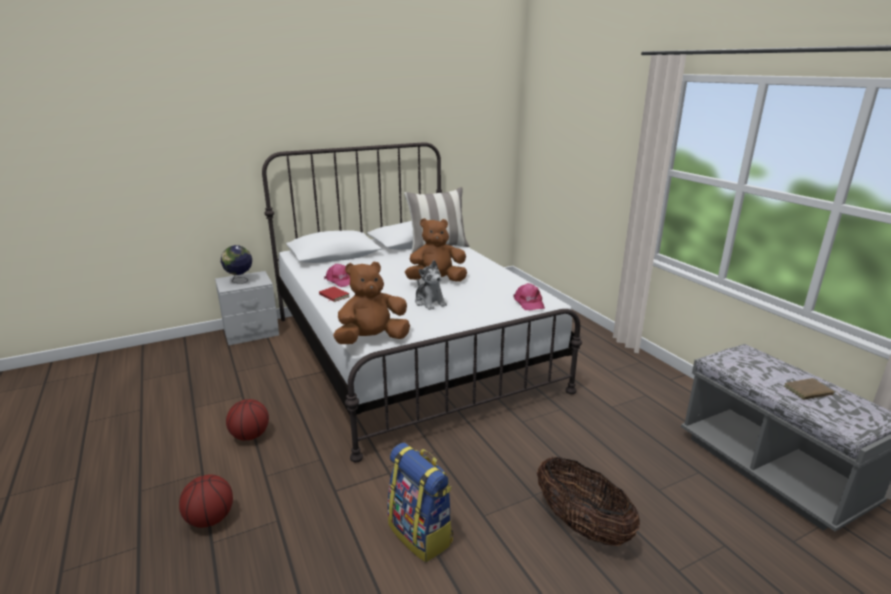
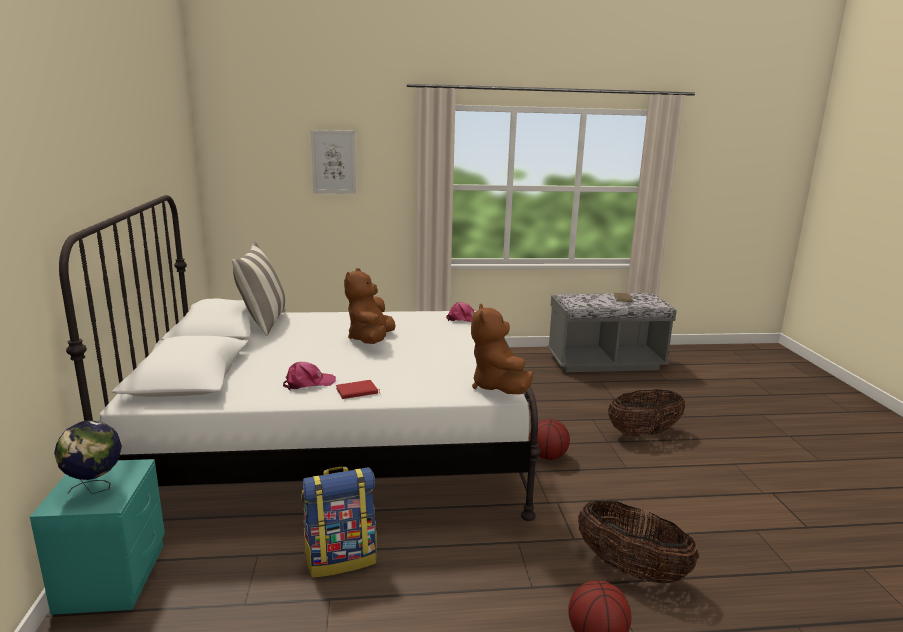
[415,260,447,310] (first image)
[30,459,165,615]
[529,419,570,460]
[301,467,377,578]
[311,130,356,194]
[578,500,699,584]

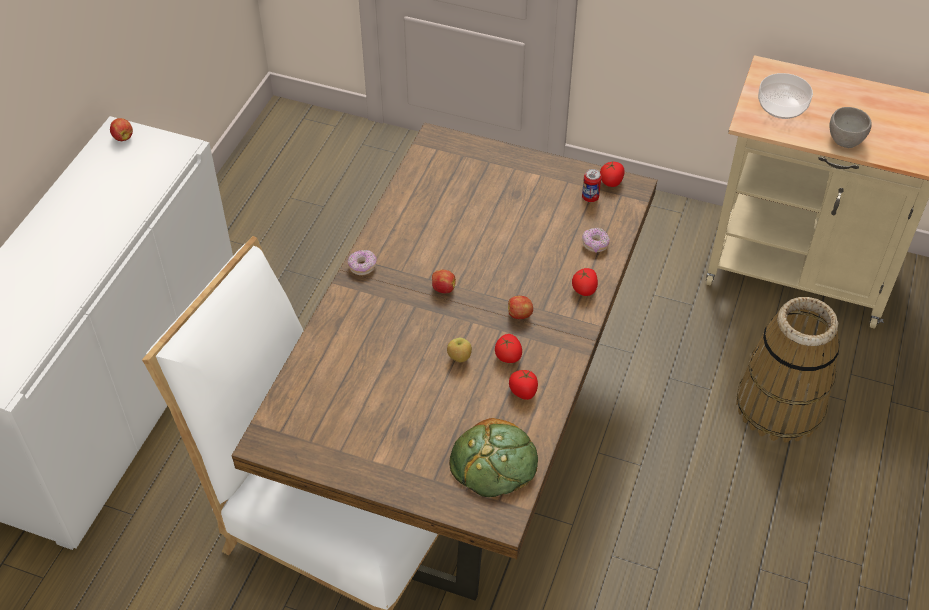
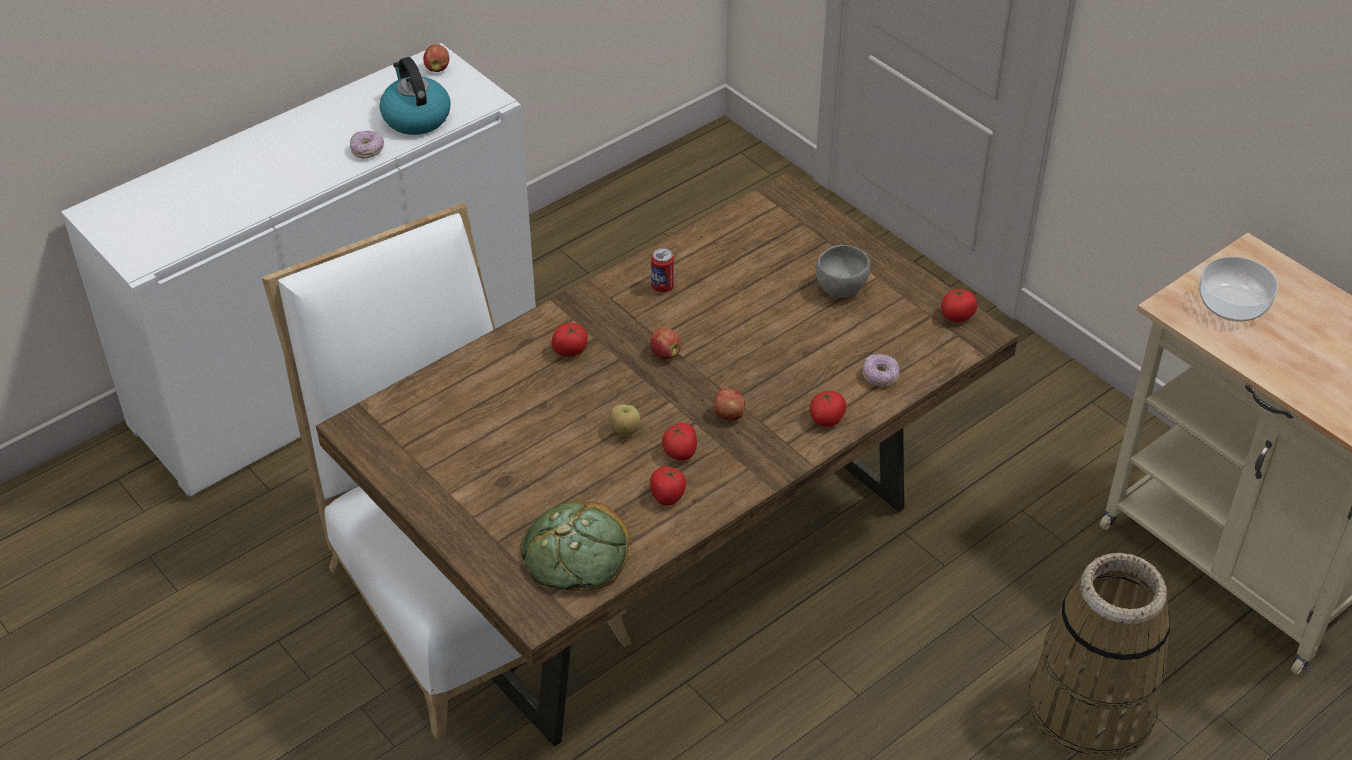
[816,245,871,298]
[651,248,674,293]
[350,131,384,159]
[380,57,451,135]
[552,323,588,357]

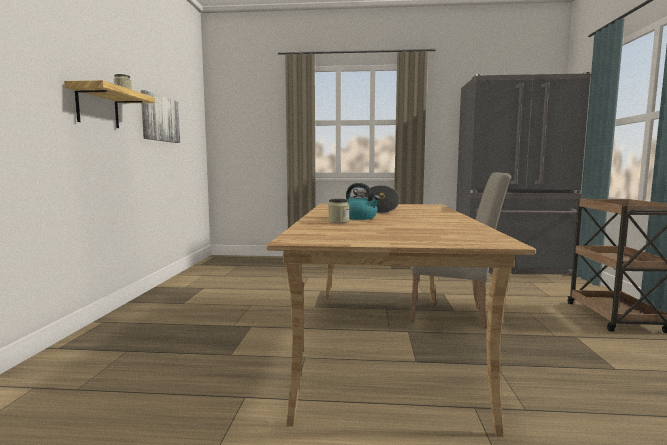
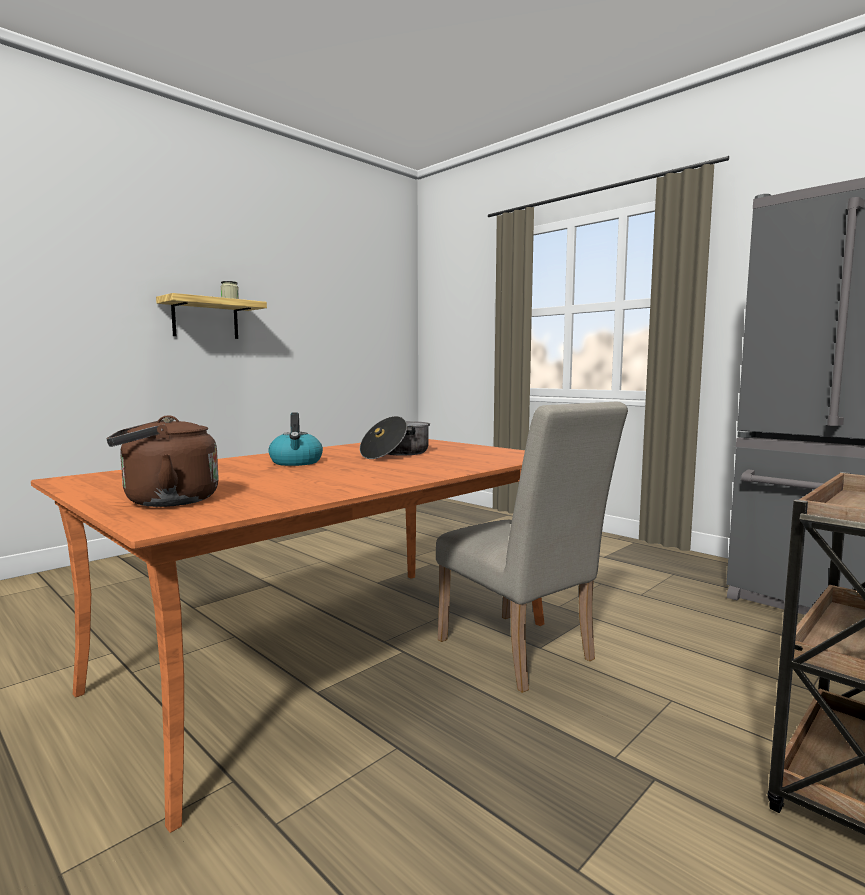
[141,90,180,143] (first image)
[328,199,349,223] (first image)
[31,439,544,833]
[107,415,219,507]

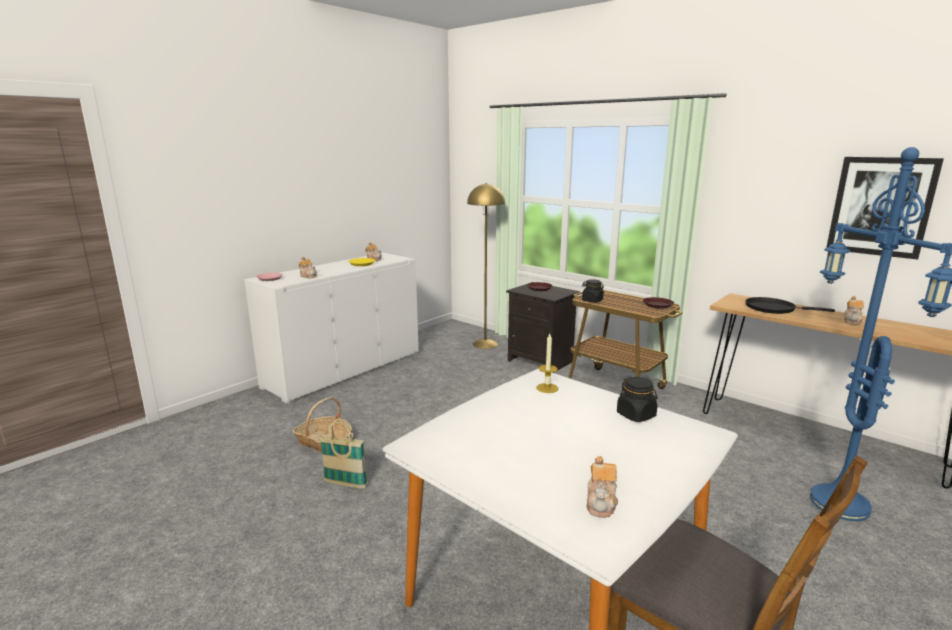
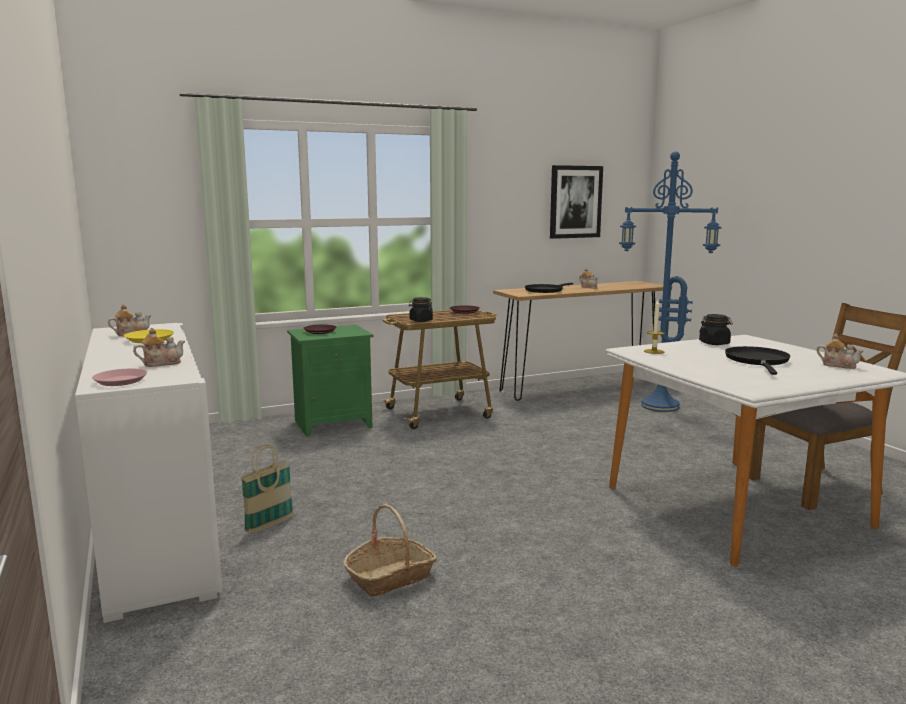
[467,183,505,349] (first image)
[287,325,373,437]
[240,444,294,534]
[725,346,791,375]

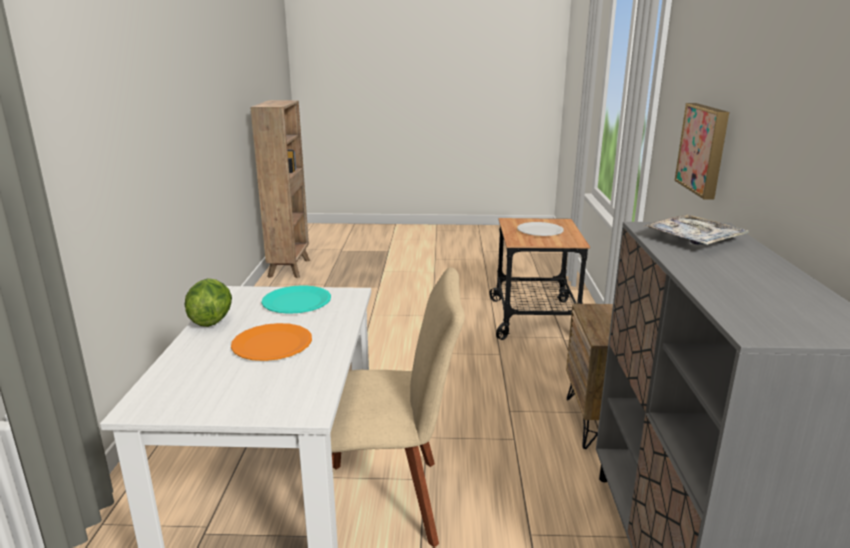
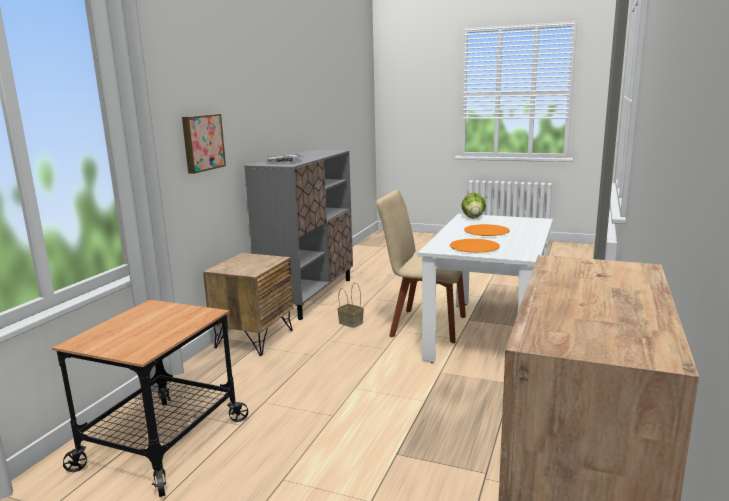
[517,222,564,236] (first image)
[462,193,486,219]
[450,239,500,253]
[337,283,364,328]

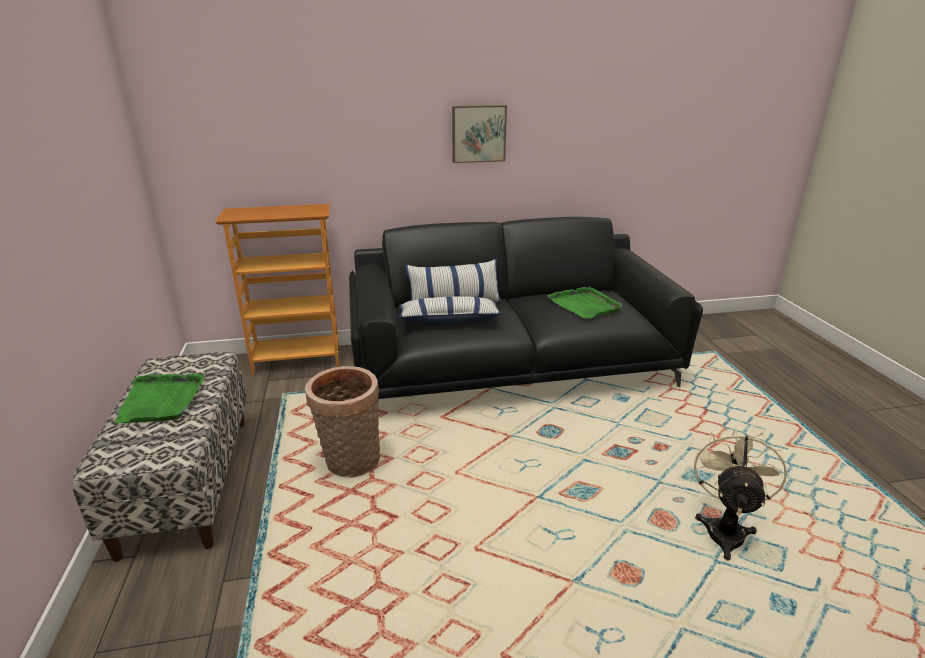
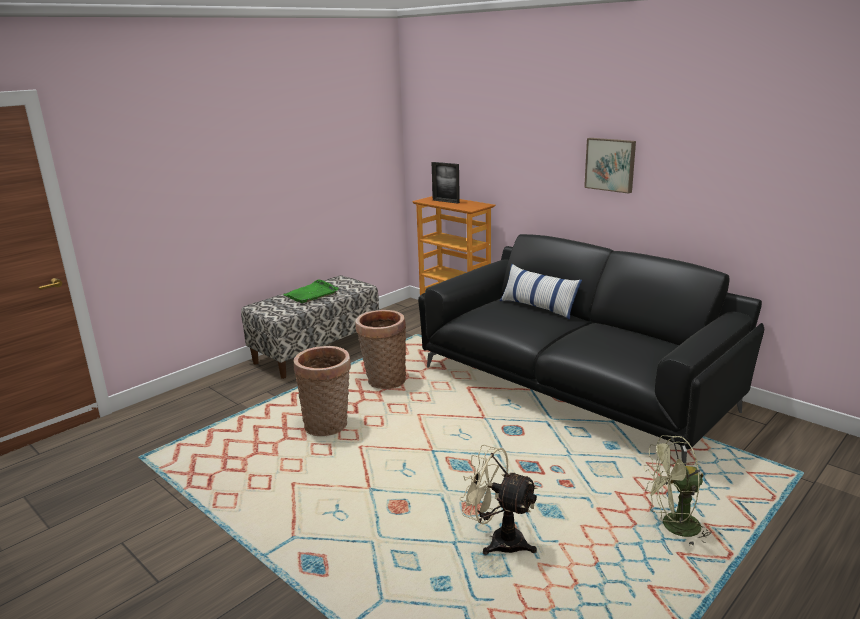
[547,286,622,319] (first image)
[398,296,503,324] (first image)
[459,445,538,555]
[432,162,460,204]
[294,346,351,436]
[644,435,712,546]

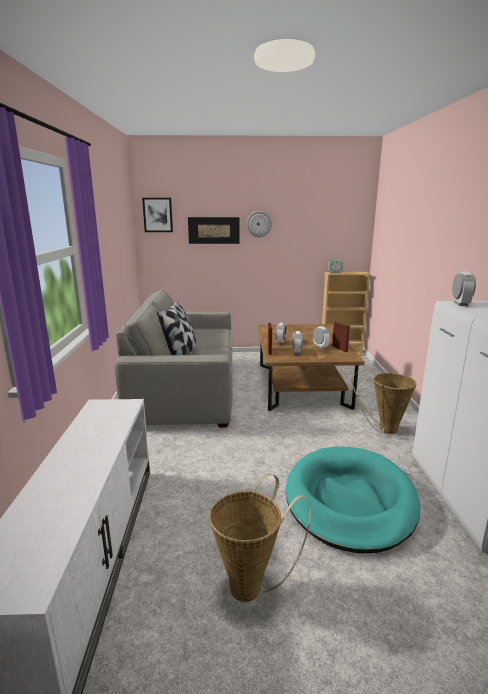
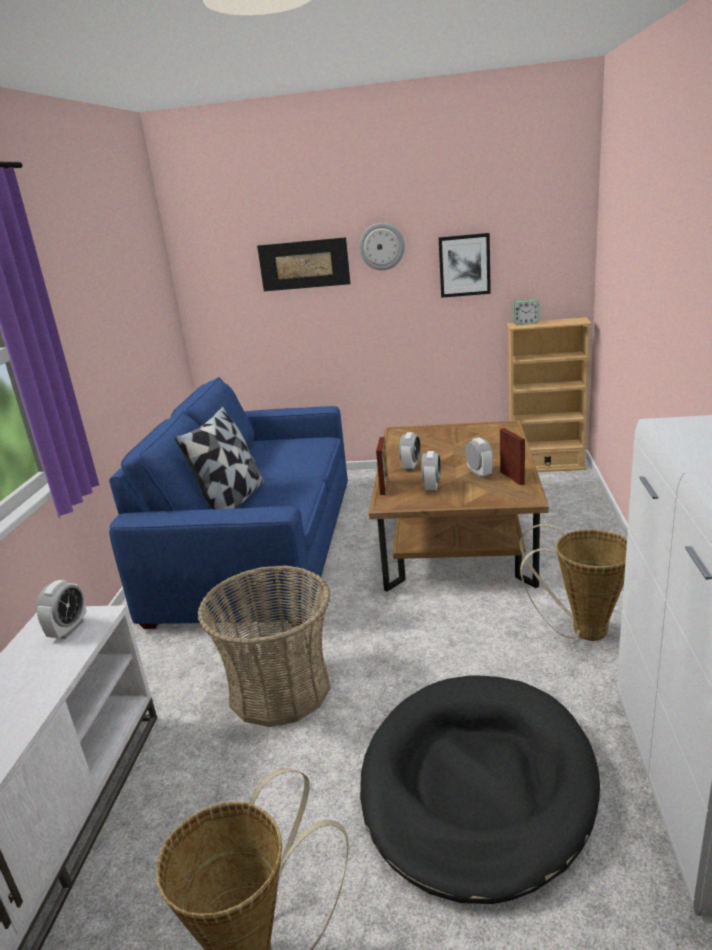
[438,233,491,298]
[36,580,87,639]
[109,377,348,629]
[360,675,600,904]
[198,565,331,727]

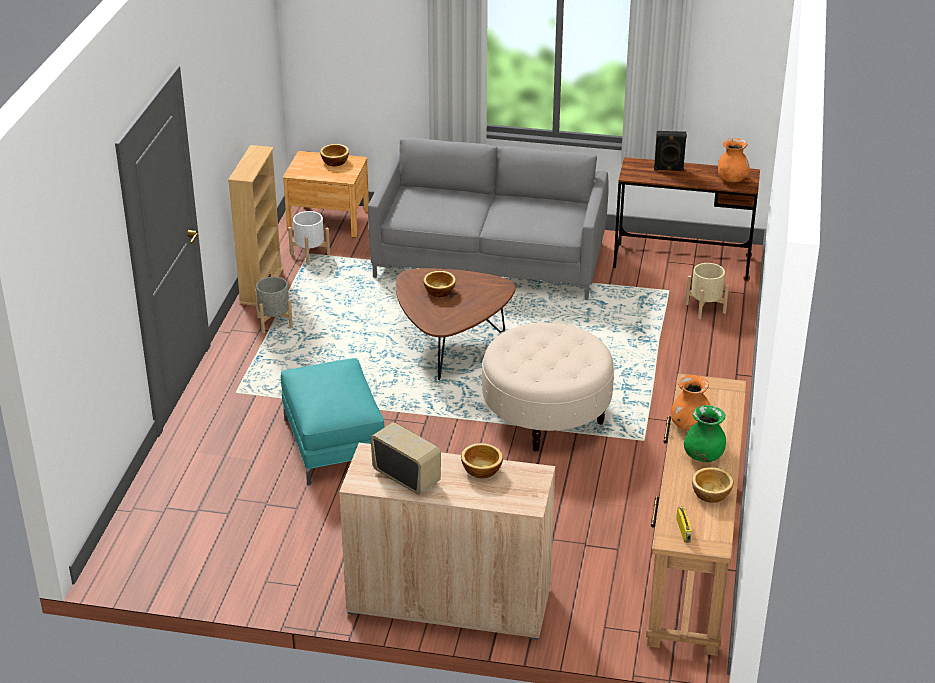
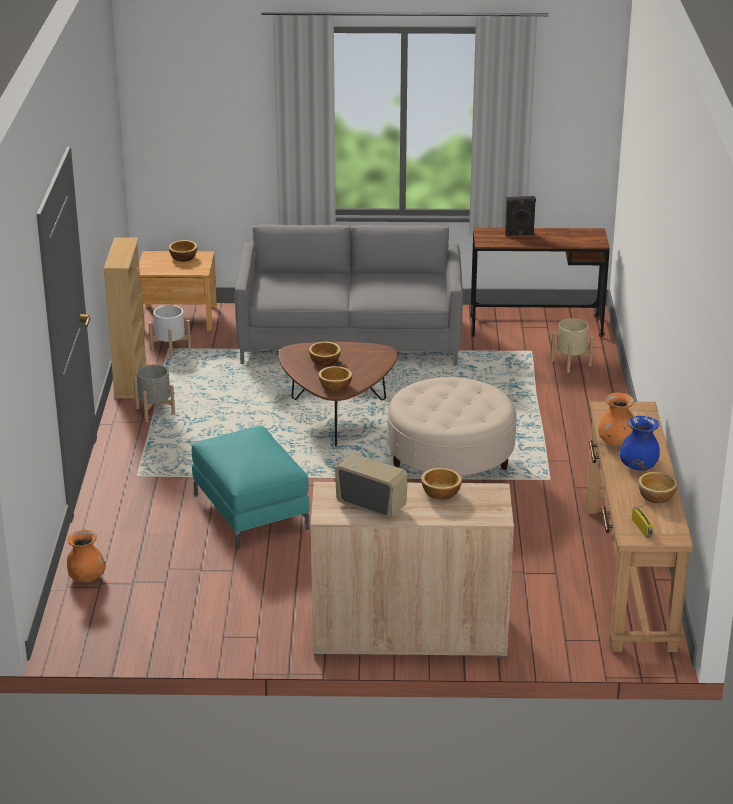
[67,530,106,582]
[620,416,660,470]
[319,366,352,392]

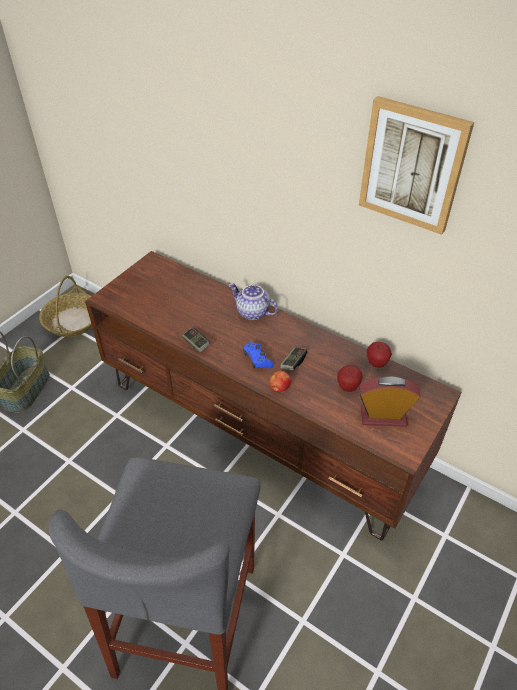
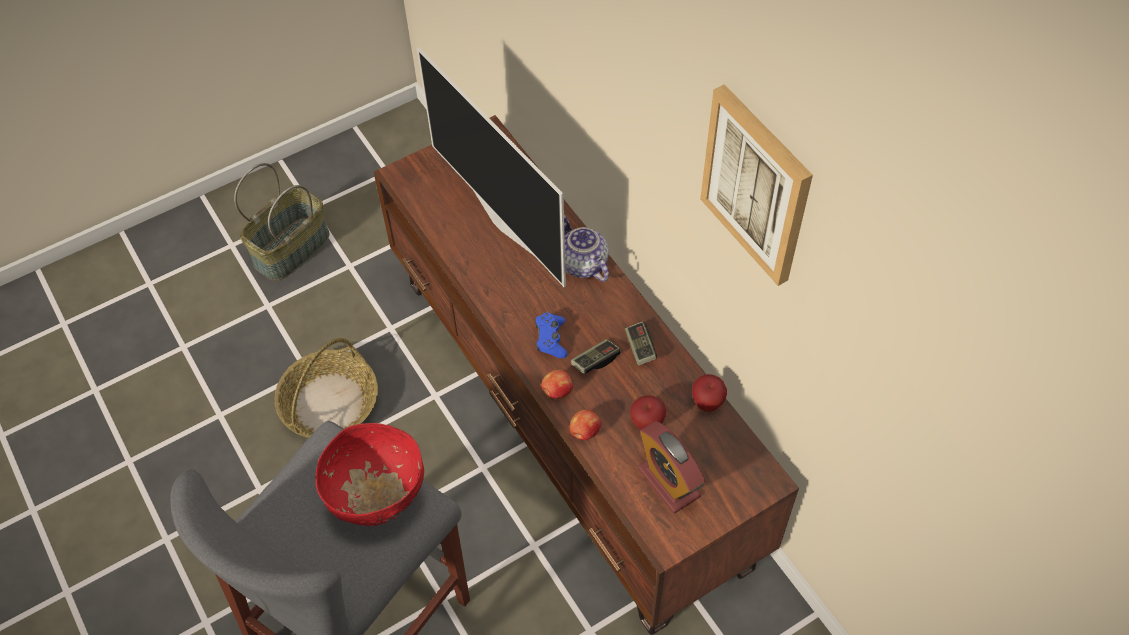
[274,338,378,438]
[625,321,657,366]
[638,421,705,513]
[417,47,566,287]
[569,409,601,440]
[315,423,424,526]

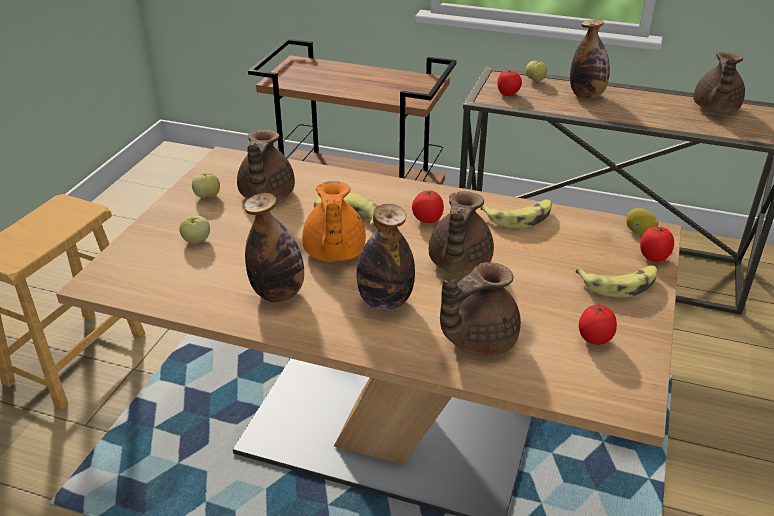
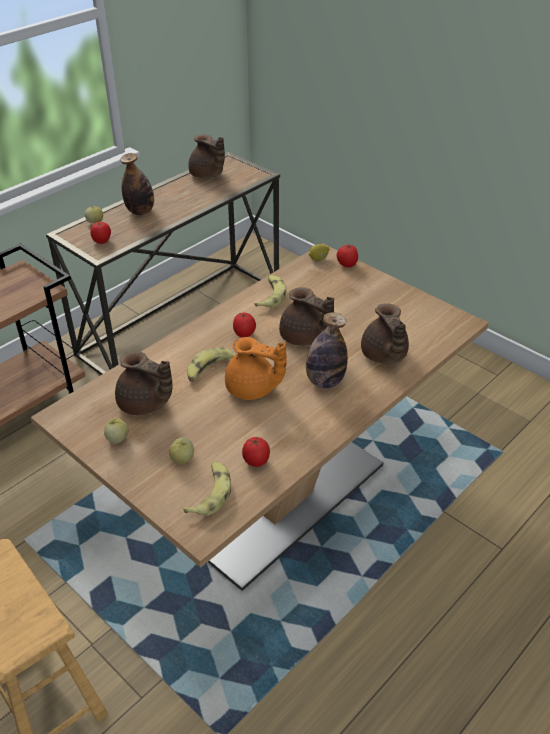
[244,193,304,302] (first image)
[183,461,231,516]
[242,437,270,467]

